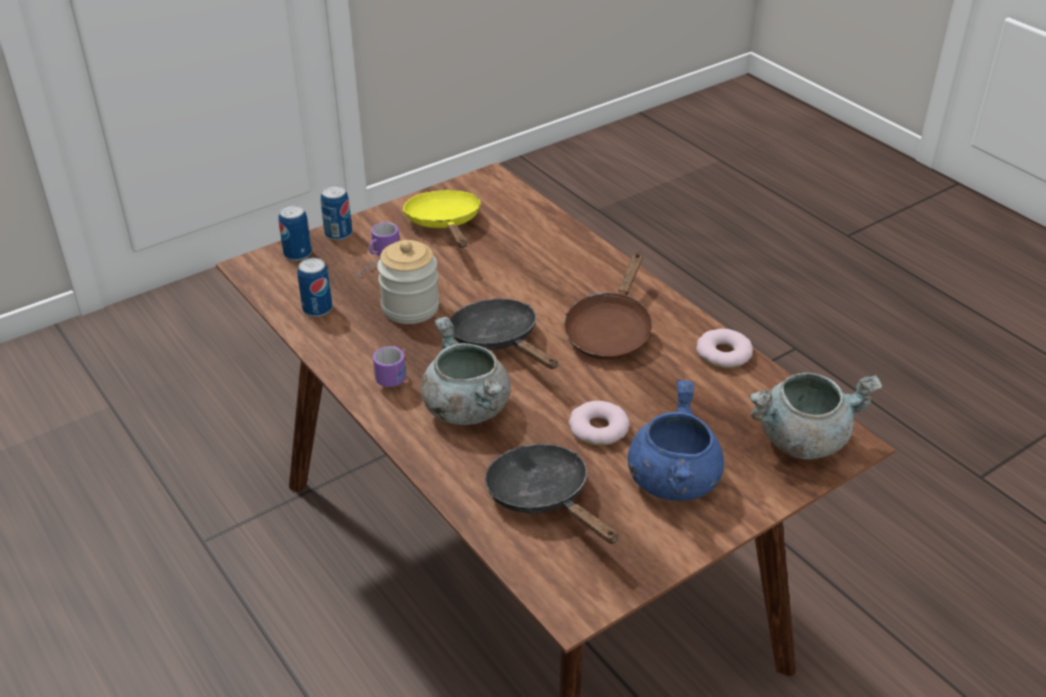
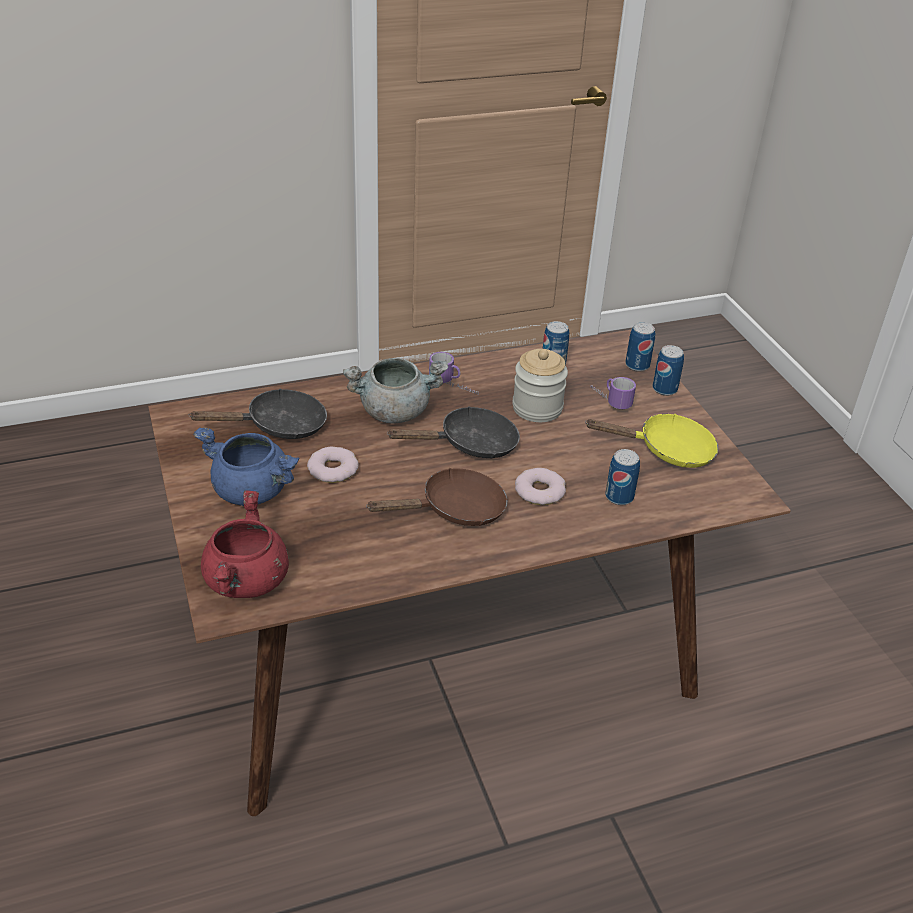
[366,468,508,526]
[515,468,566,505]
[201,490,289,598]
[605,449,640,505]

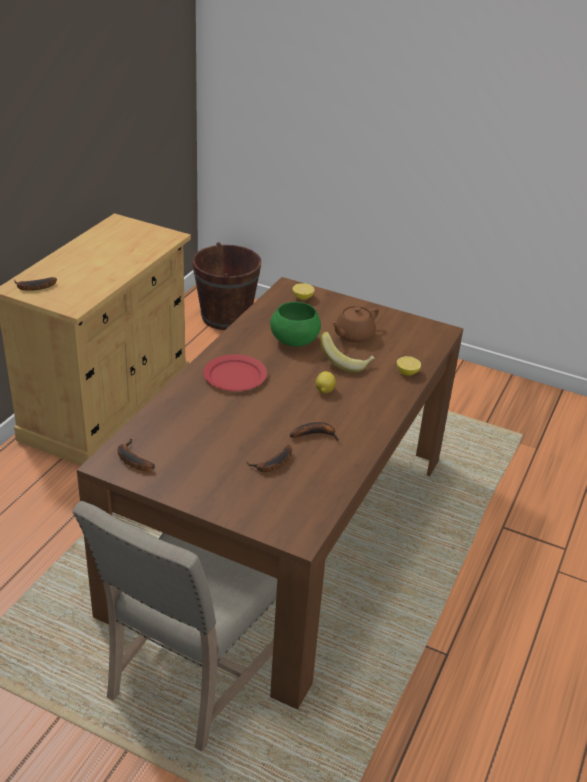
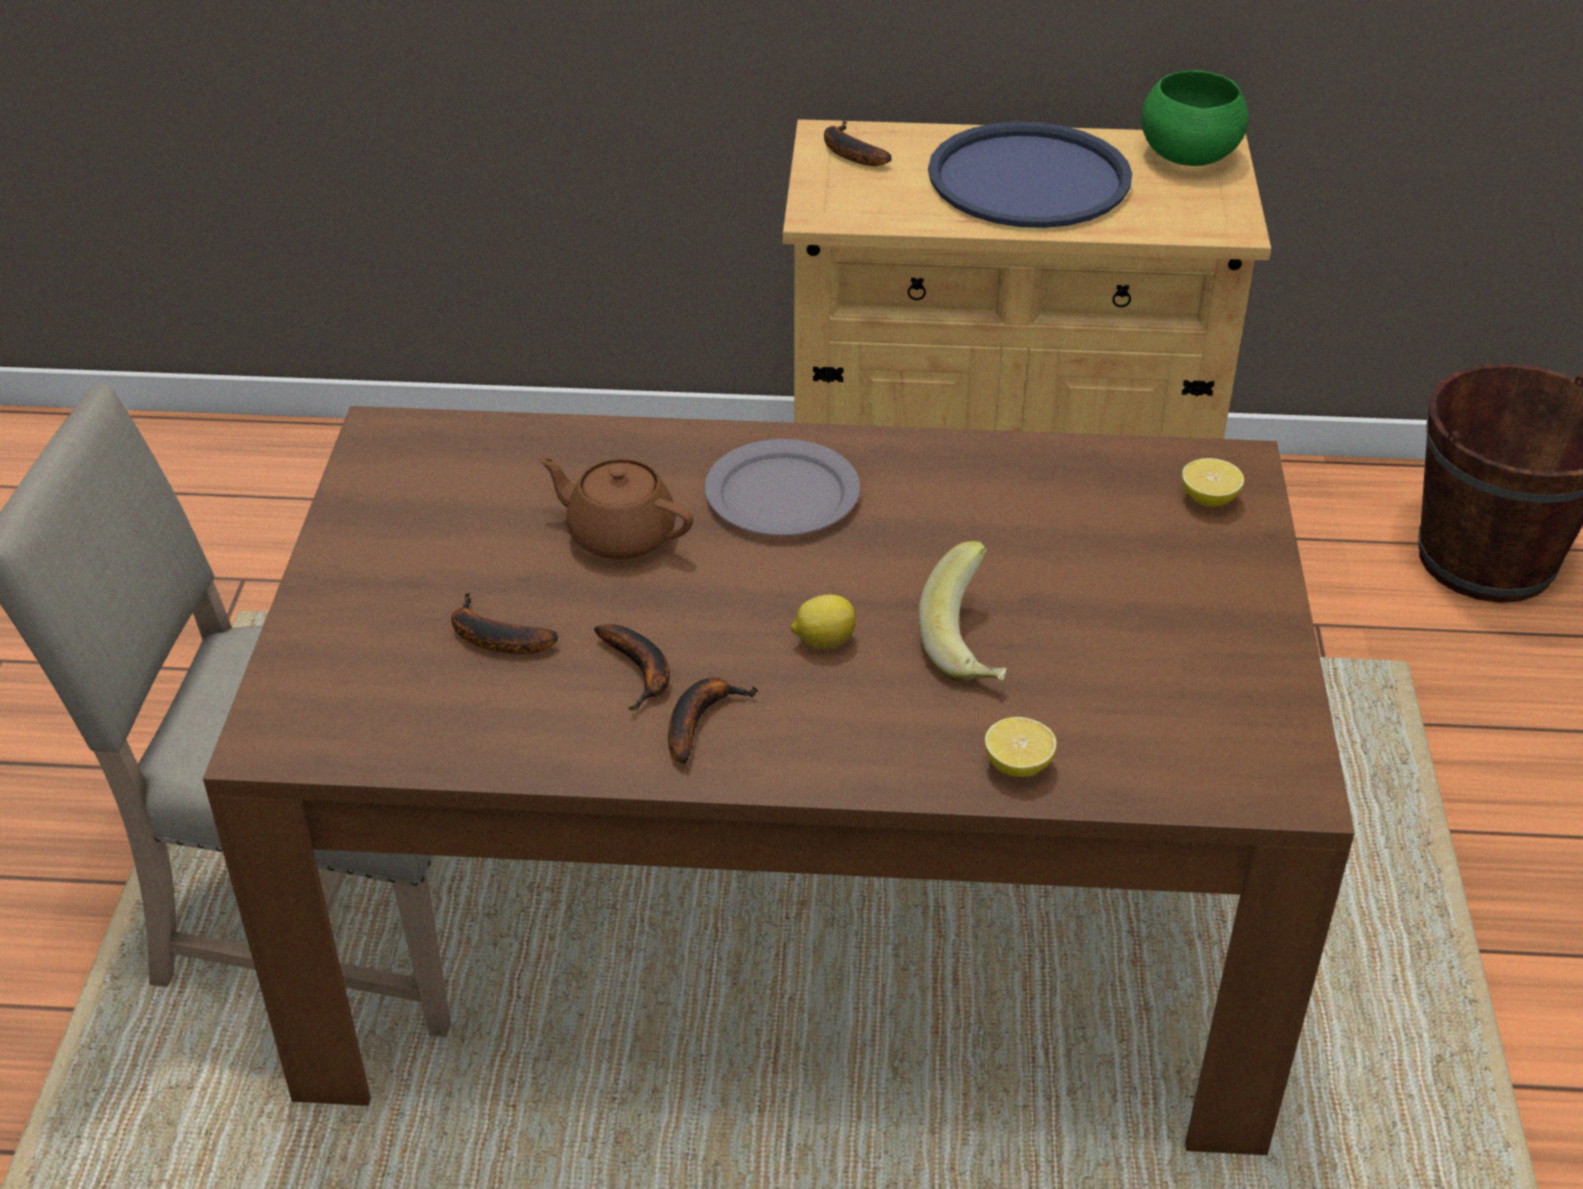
[1141,70,1249,166]
[538,456,693,560]
[704,439,860,535]
[668,677,759,764]
[928,121,1132,228]

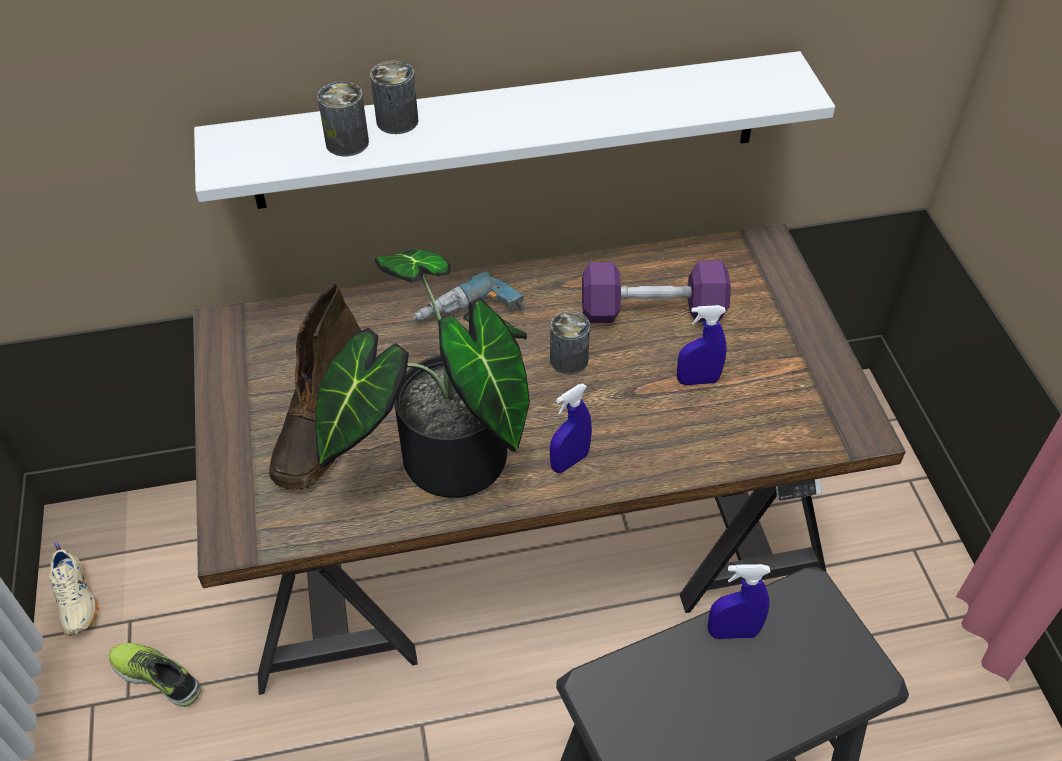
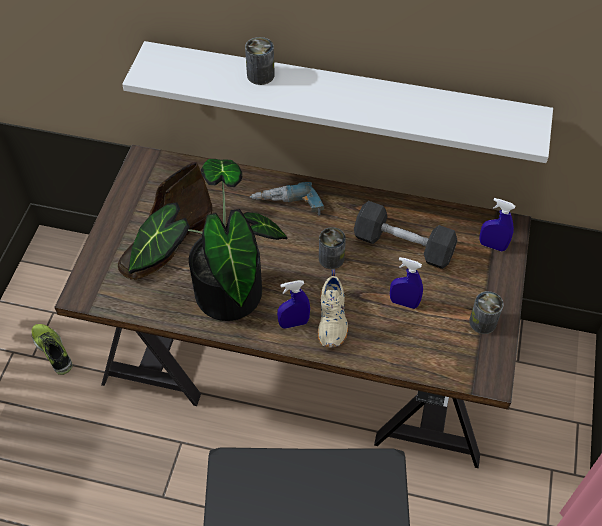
[469,291,504,334]
[354,201,458,269]
[318,269,348,348]
[479,198,515,252]

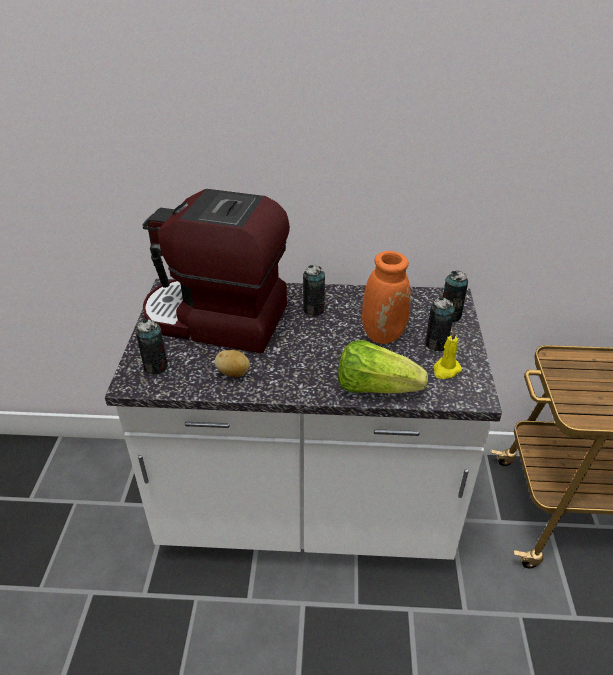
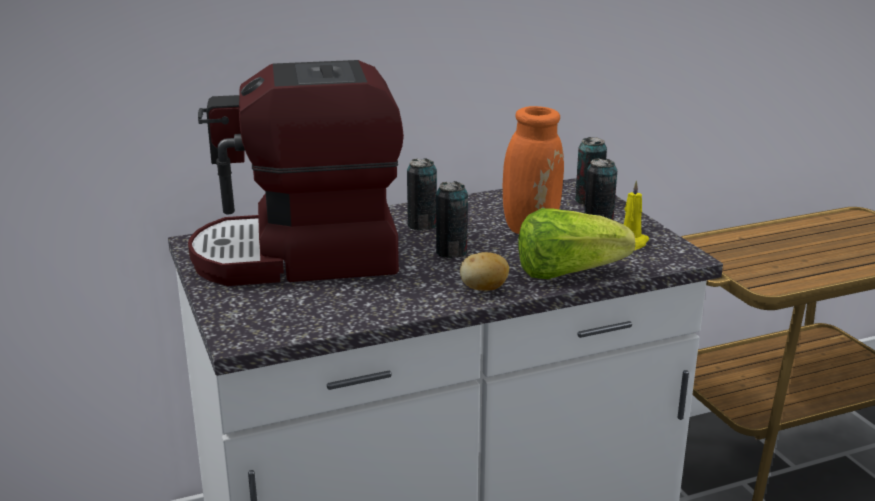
[436,181,468,258]
[460,252,509,291]

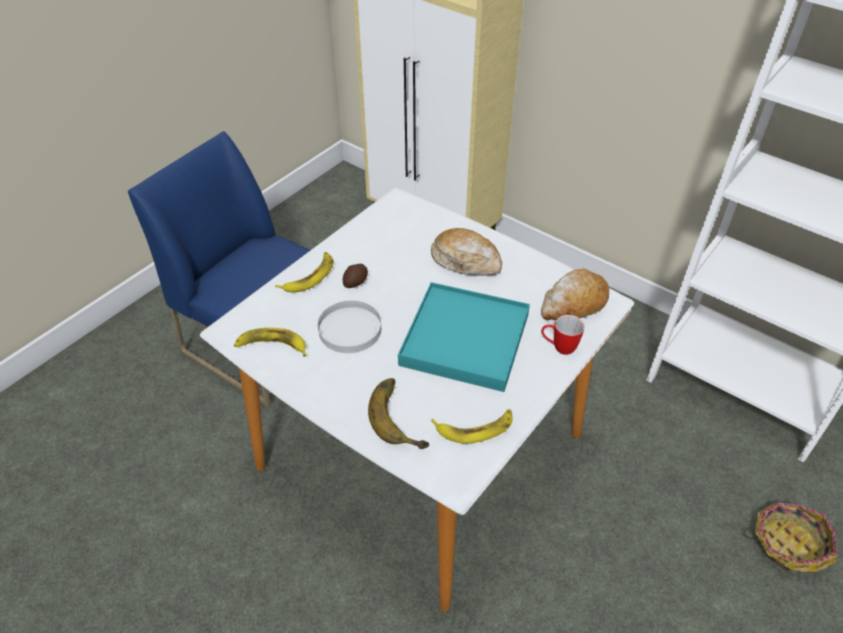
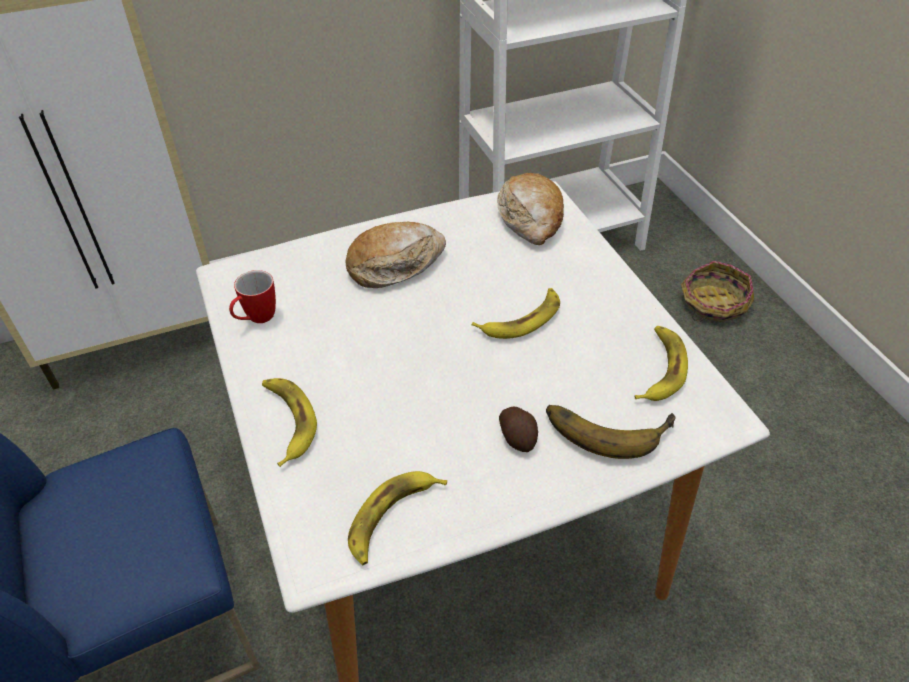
[499,407,538,452]
[472,288,560,339]
[318,301,381,353] (first image)
[229,270,276,323]

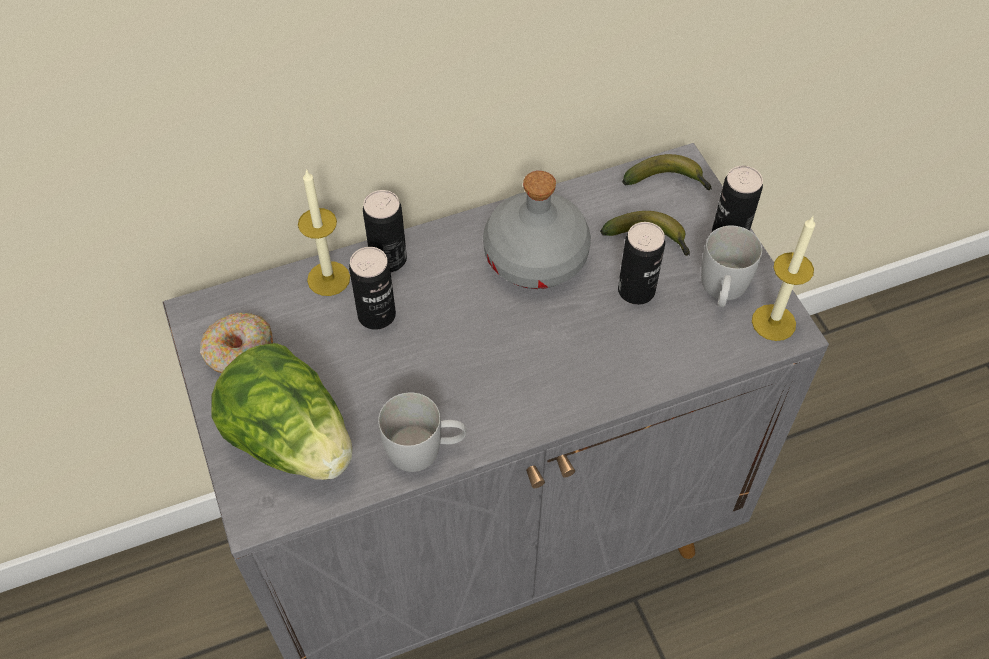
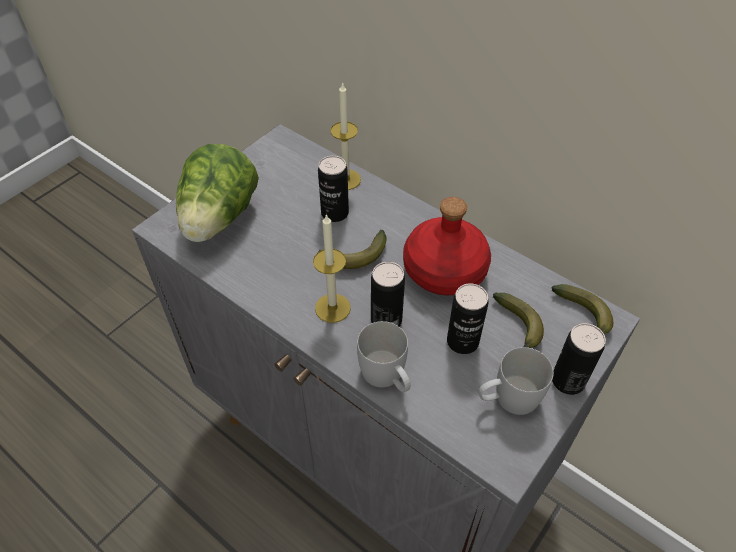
[403,197,491,295]
[371,262,405,326]
[313,213,351,323]
[200,313,273,373] (first image)
[357,321,411,392]
[319,230,387,269]

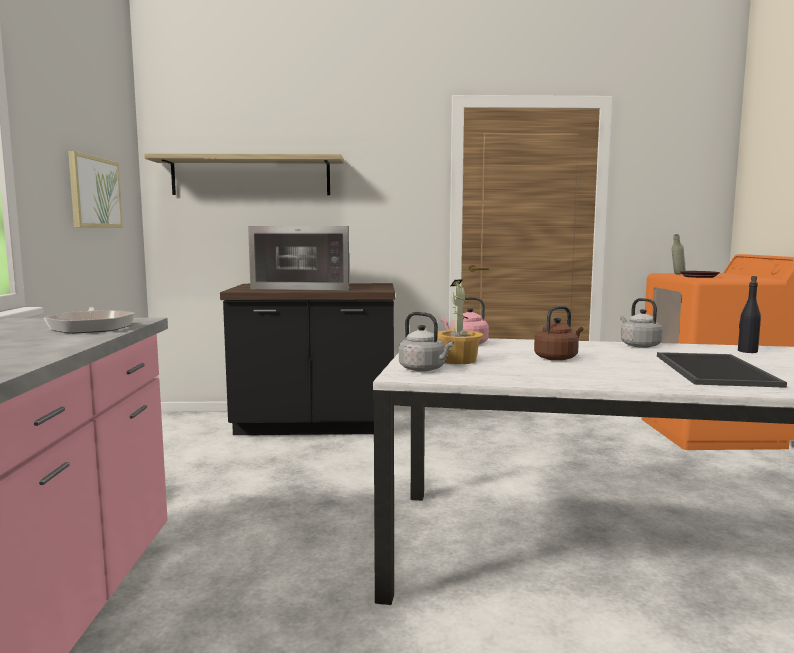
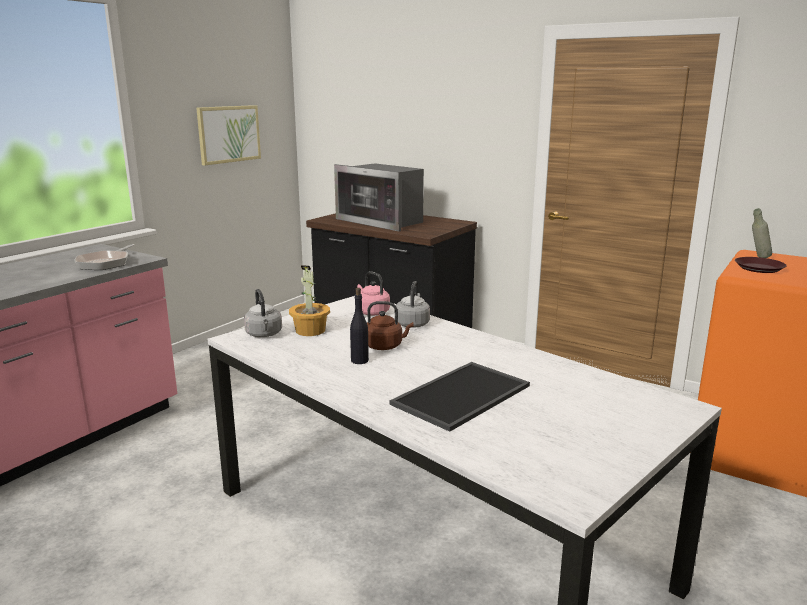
[144,153,343,195] (first image)
[350,288,369,364]
[396,281,430,328]

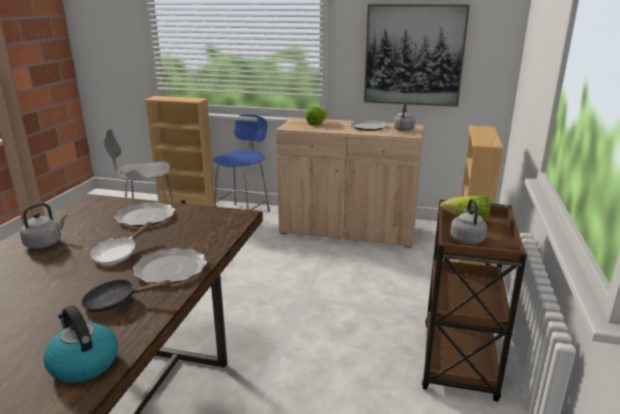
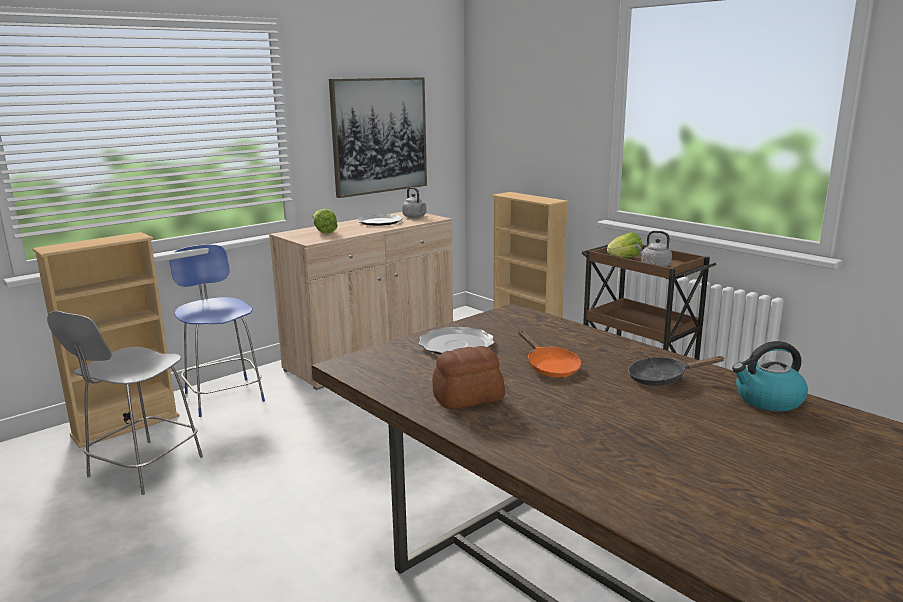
[432,346,505,409]
[518,330,581,377]
[133,248,207,284] (first image)
[628,356,725,386]

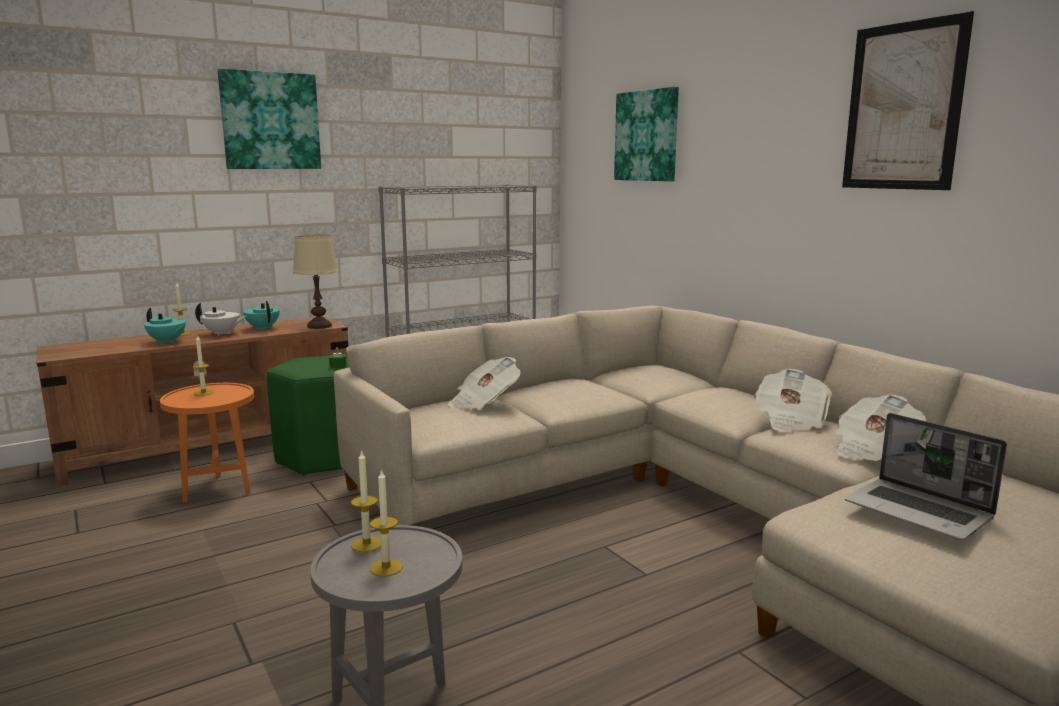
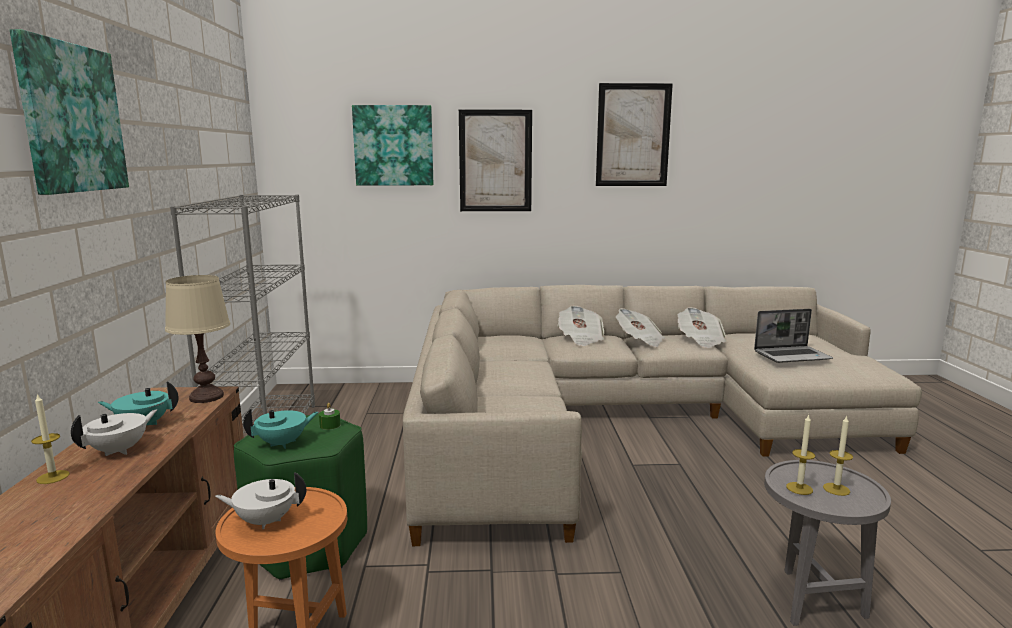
[243,409,318,449]
[215,472,306,529]
[557,306,604,346]
[459,109,532,211]

